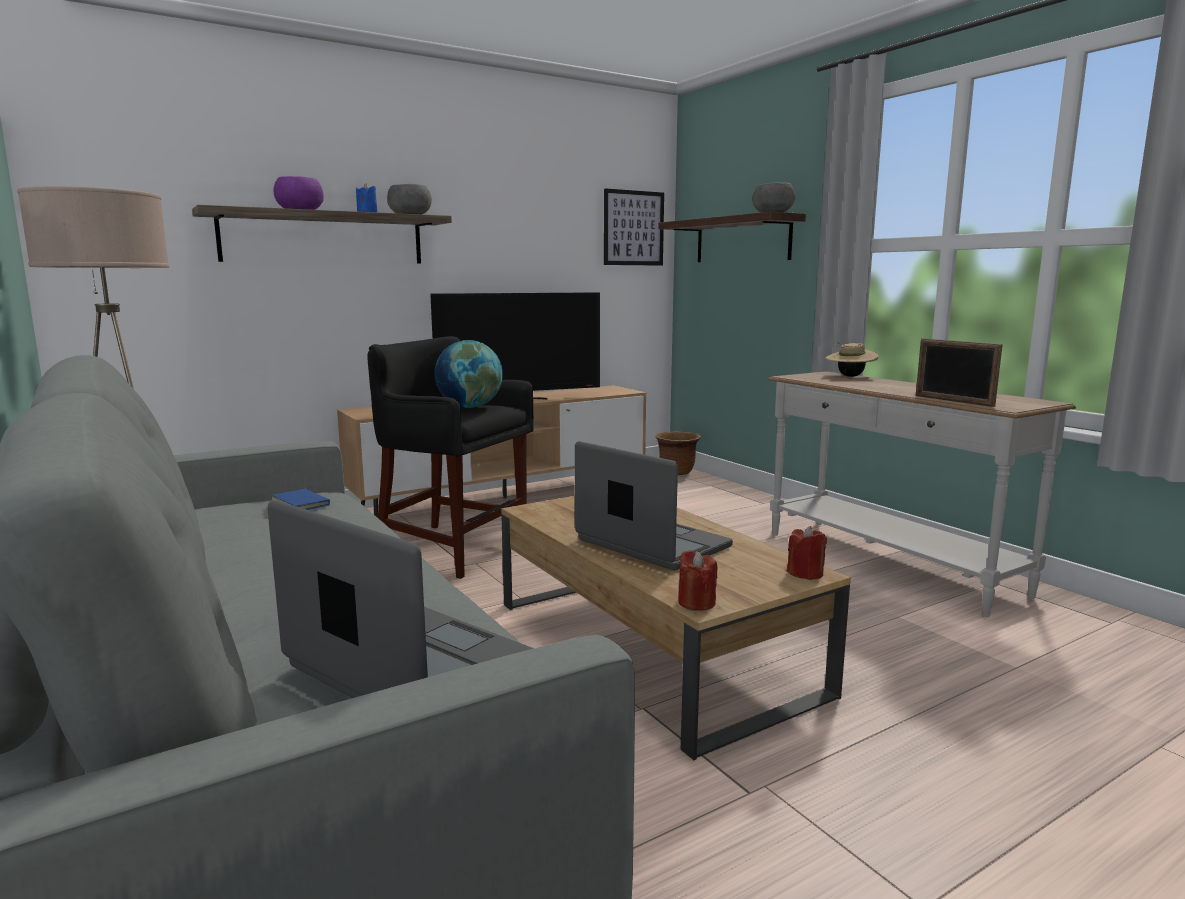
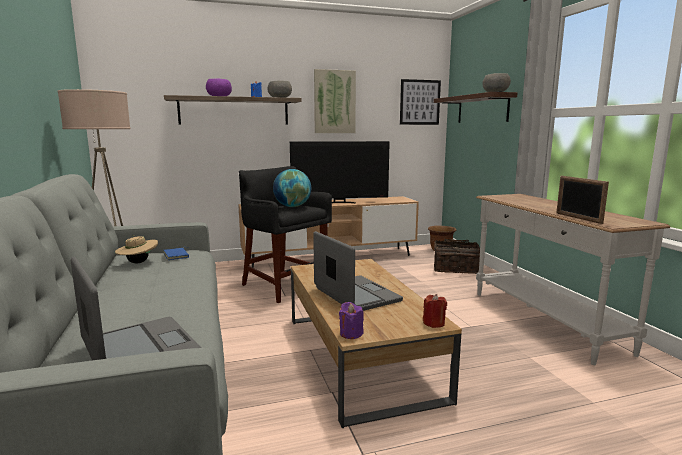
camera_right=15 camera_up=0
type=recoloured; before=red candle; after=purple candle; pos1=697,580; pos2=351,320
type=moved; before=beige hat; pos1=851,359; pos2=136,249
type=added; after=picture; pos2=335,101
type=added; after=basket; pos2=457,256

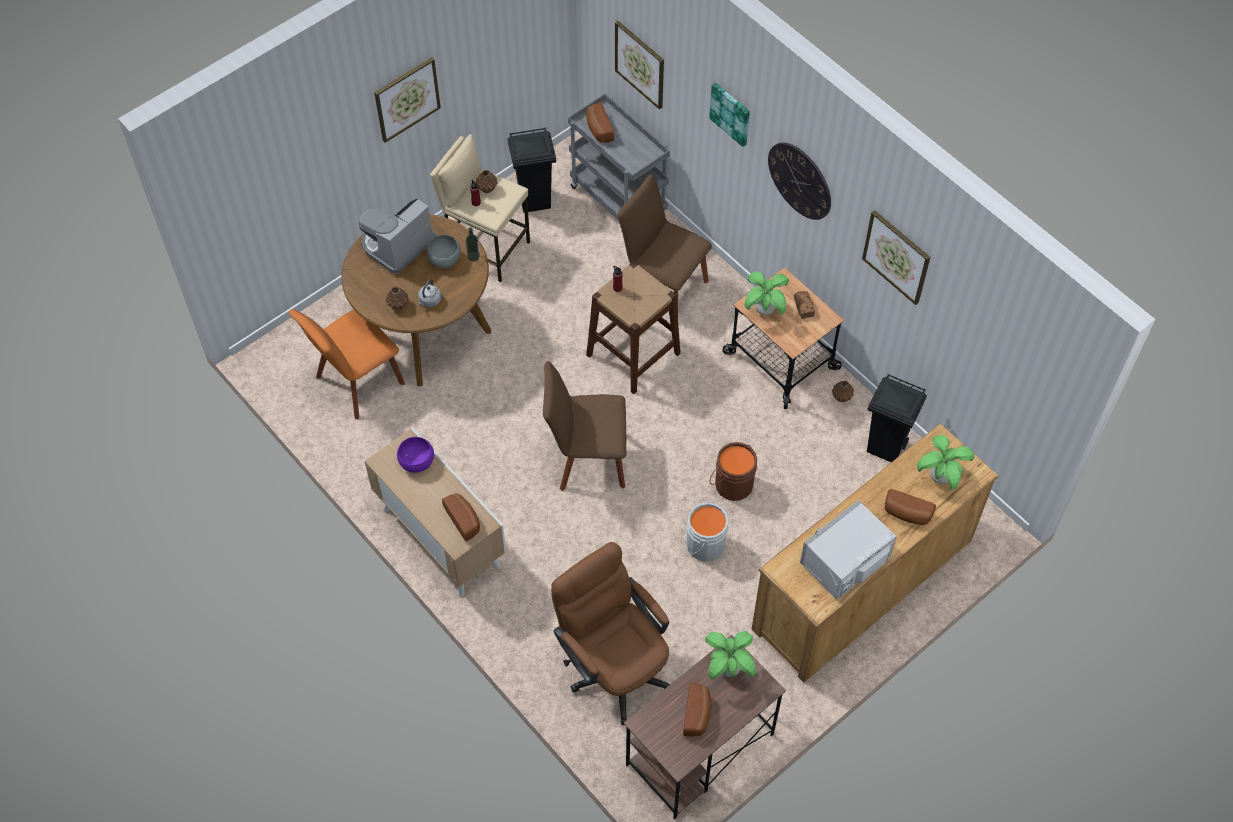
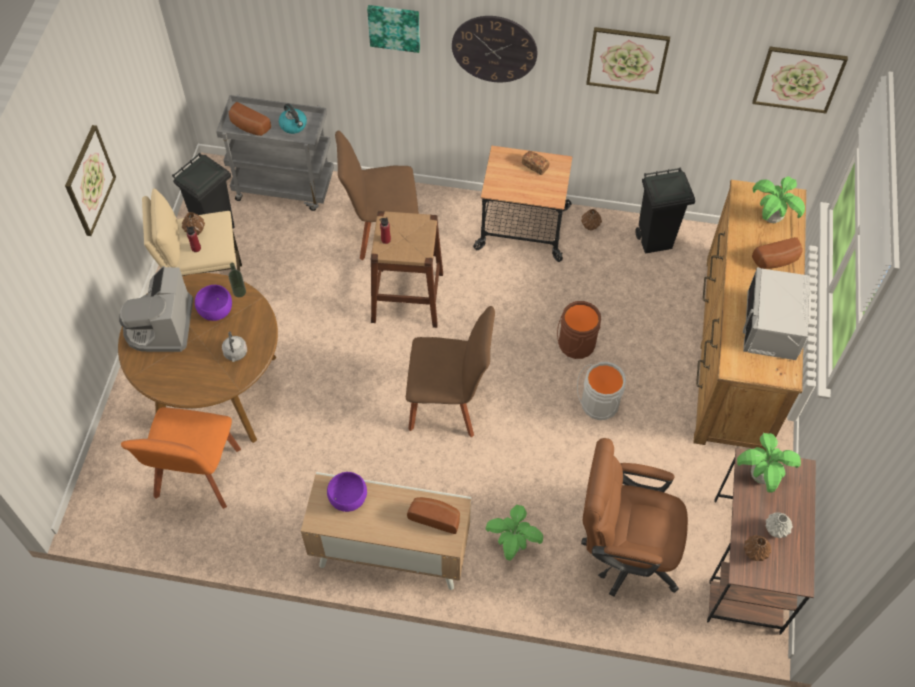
camera_right=-40 camera_up=0
type=moved; before=brown vase; pos1=397,298; pos2=757,548
type=recoloured; before=grey bowl; after=purple bowl; pos1=444,251; pos2=213,303
type=turned; before=brown chair; pos1=585,426; pos2=450,372; turn=-135
type=moved; before=picture; pos1=639,65; pos2=800,80
type=replaced; before=bread; after=grey vase; pos1=697,710; pos2=779,525
type=moved; before=potted plant; pos1=767,293; pos2=514,533
type=added; after=kettle; pos2=293,119

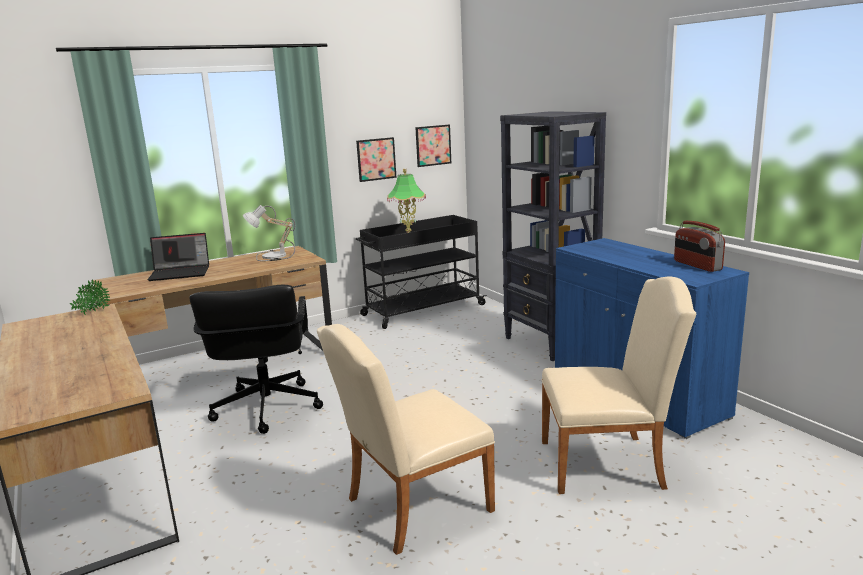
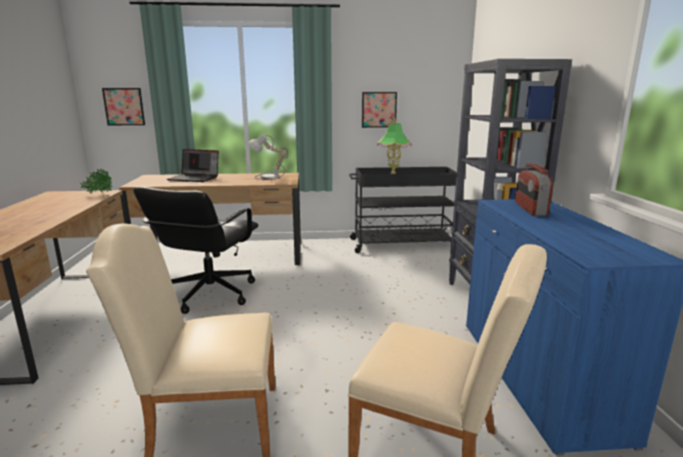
camera_right=25 camera_up=0
type=moved; before=picture; pos1=433,146; pos2=123,106
type=moved; before=radio; pos1=699,246; pos2=534,190

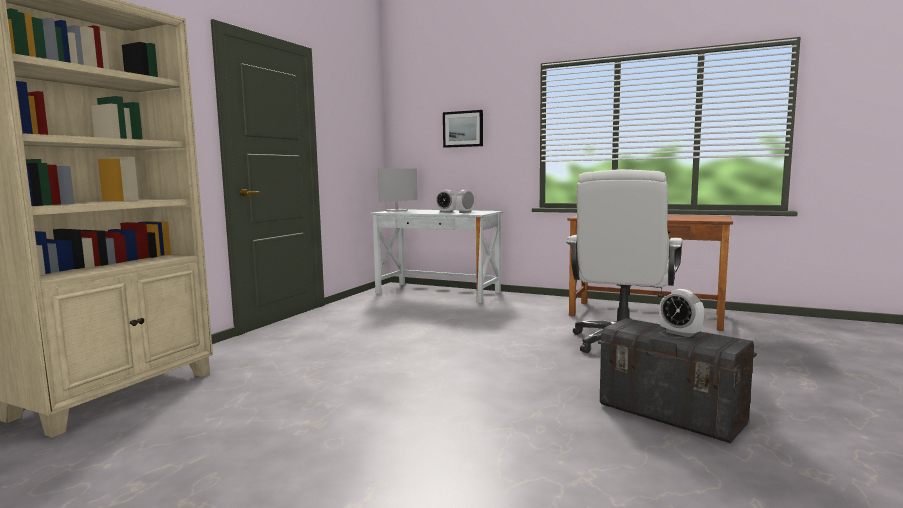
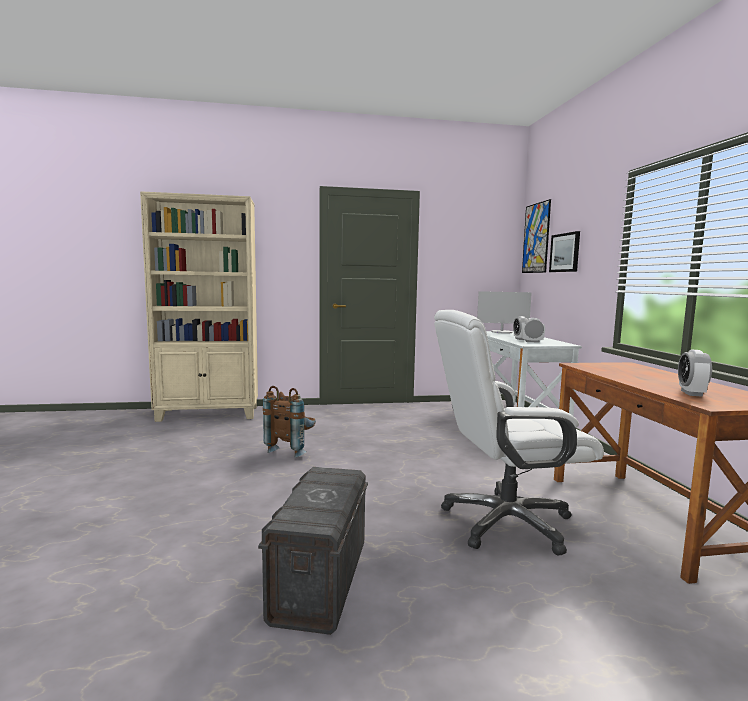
camera_right=55 camera_up=0
type=moved; before=alarm clock; pos1=681,313; pos2=695,373
type=added; after=brown backpack; pos2=289,422
type=added; after=picture; pos2=536,236

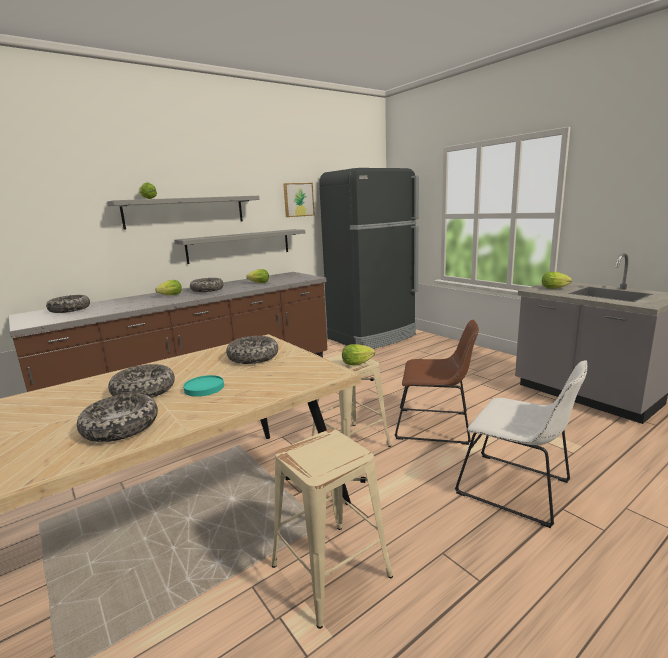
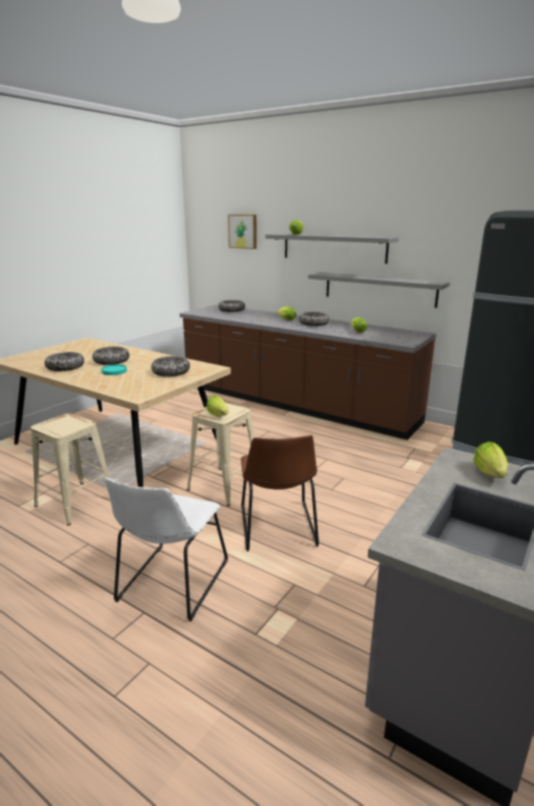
camera_right=70 camera_up=5
type=moved; before=picture; pos1=299,200; pos2=242,231

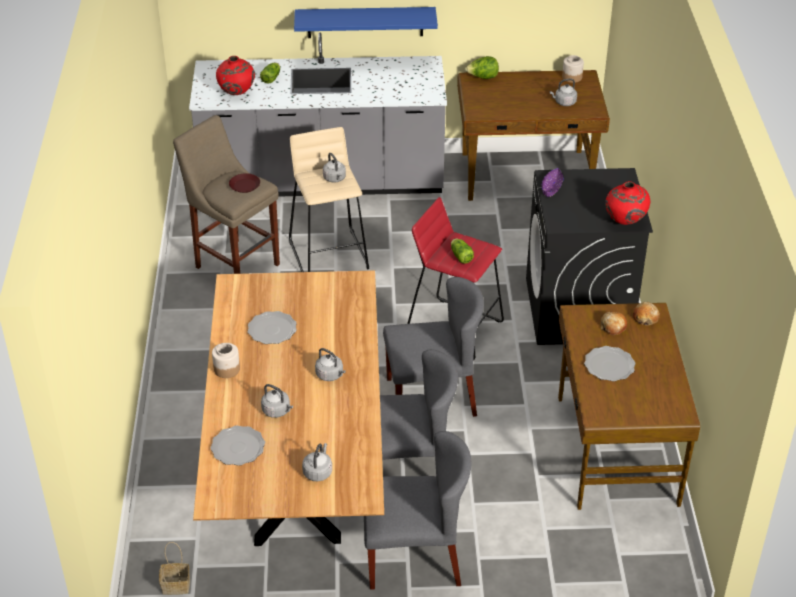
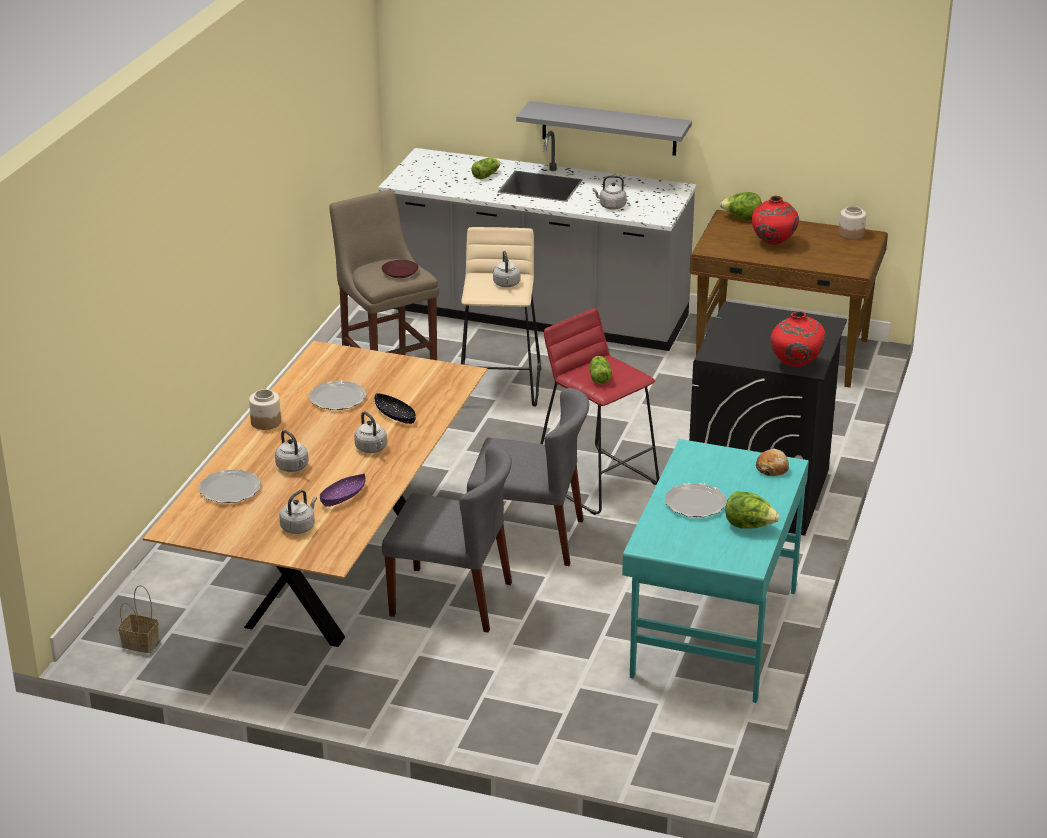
camera_right=20 camera_up=-10
type=moved; before=red vase; pos1=235,75; pos2=775,220
type=recoloured; before=blue shelf; after=grey shelf; pos1=366,22; pos2=604,128
type=removed; before=grey chair; pos1=417,510
type=moved; before=purple bowl; pos1=552,182; pos2=343,490
type=moved; before=grey kettle; pos1=563,92; pos2=609,192
type=recoloured; before=brown desk; after=turquoise desk; pos1=629,406; pos2=715,571
type=removed; before=bread; pos1=614,323
type=added; after=black bowl; pos2=395,408
type=added; after=lettuce; pos2=752,510

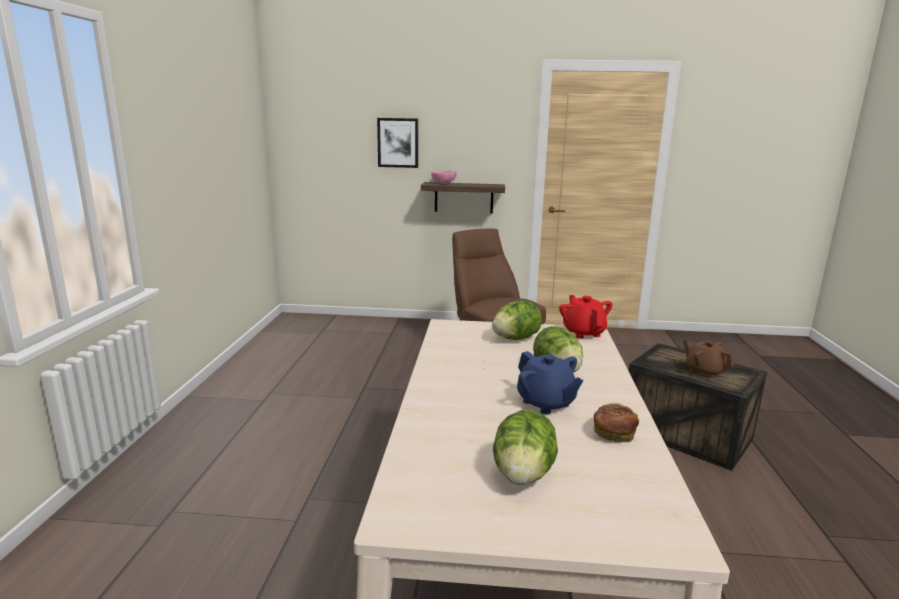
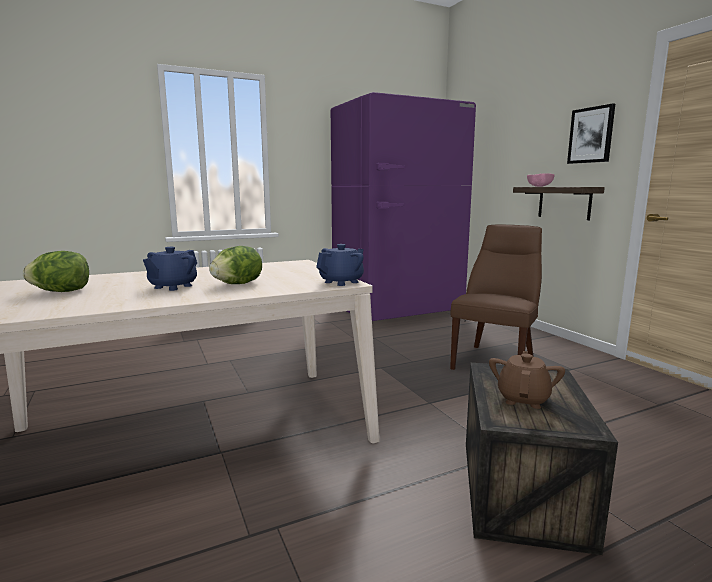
camera_right=60 camera_up=-5
type=moved; before=picture; pos1=397,143; pos2=591,133
type=removed; before=lettuce; pos1=517,320
type=recoloured; before=red teapot; after=blue teapot; pos1=585,317; pos2=340,265
type=removed; before=bread; pos1=616,422
type=added; after=purple fridge; pos2=403,206

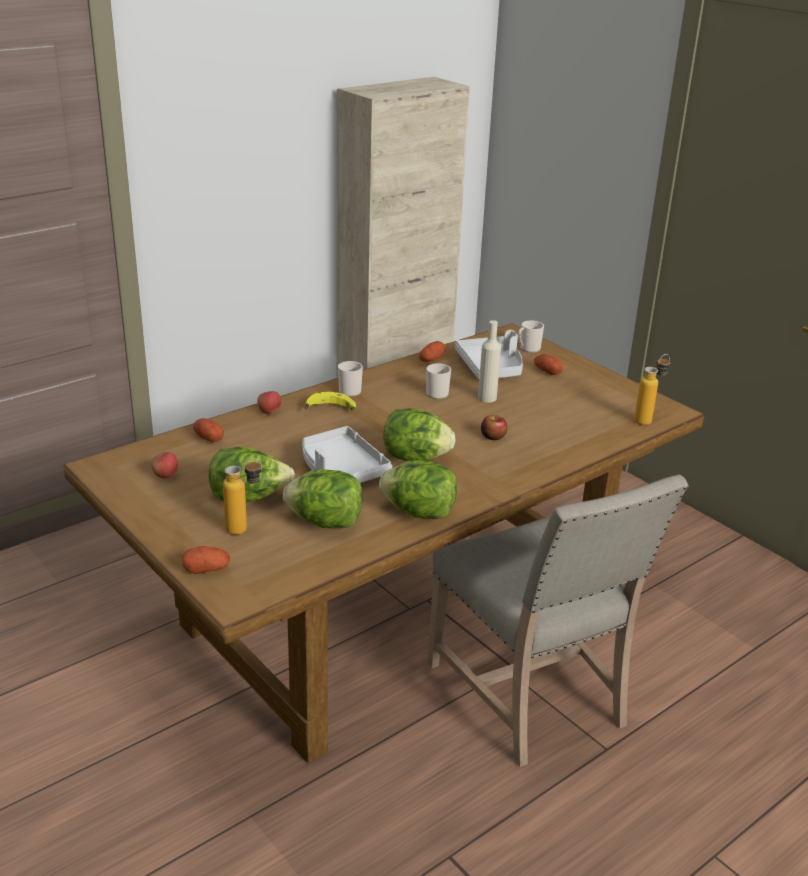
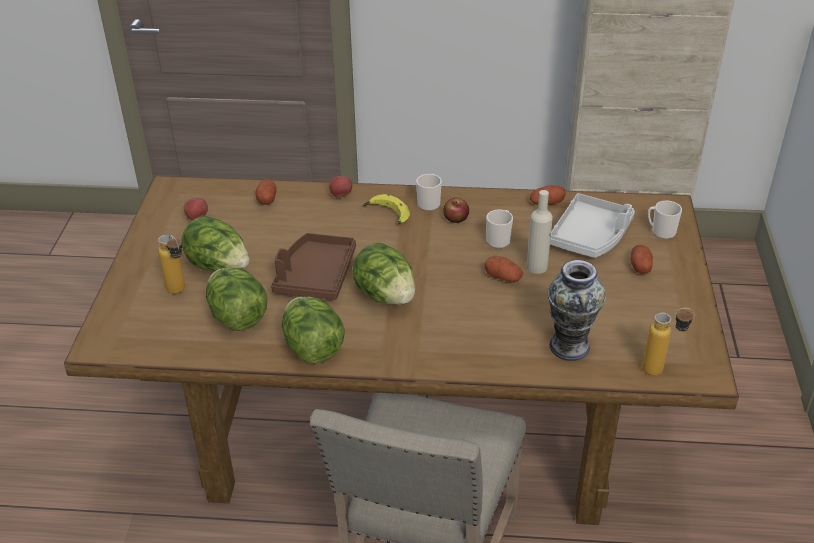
camera_right=45 camera_up=10
type=moved; before=potato; pos1=206,560; pos2=503,269
type=recoloured; before=grey tray; after=brown tray; pos1=347,454; pos2=313,266
type=moved; before=apple; pos1=494,427; pos2=456,210
type=added; after=vase; pos2=577,310

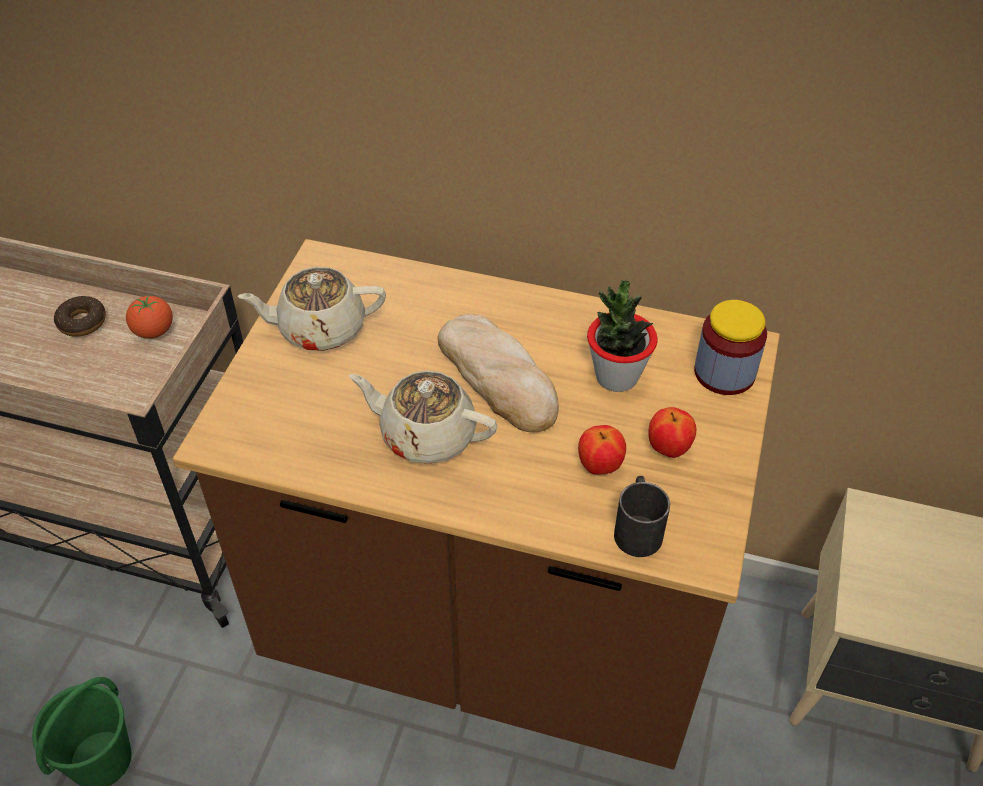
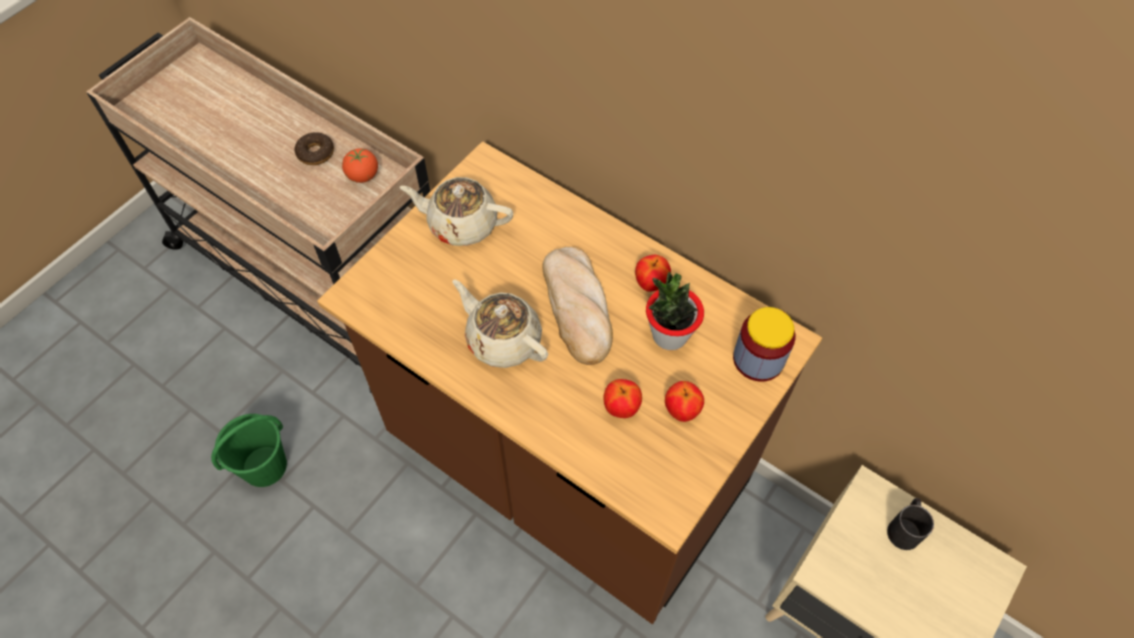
camera_right=20 camera_up=10
type=moved; before=black mug; pos1=642,516; pos2=910,524
type=added; after=apple; pos2=653,273

